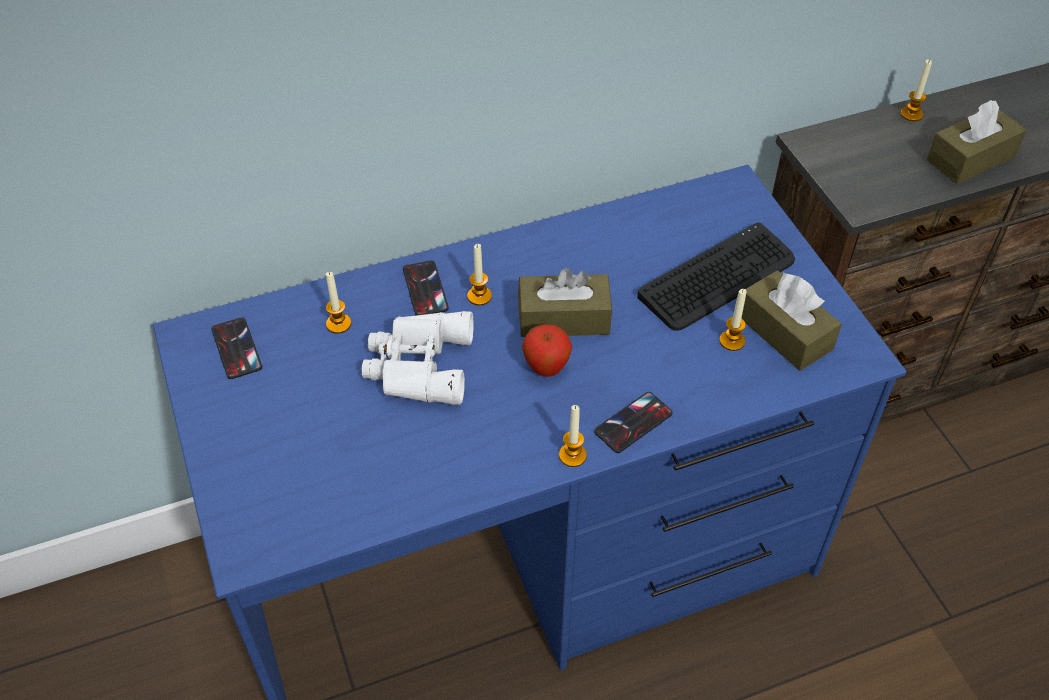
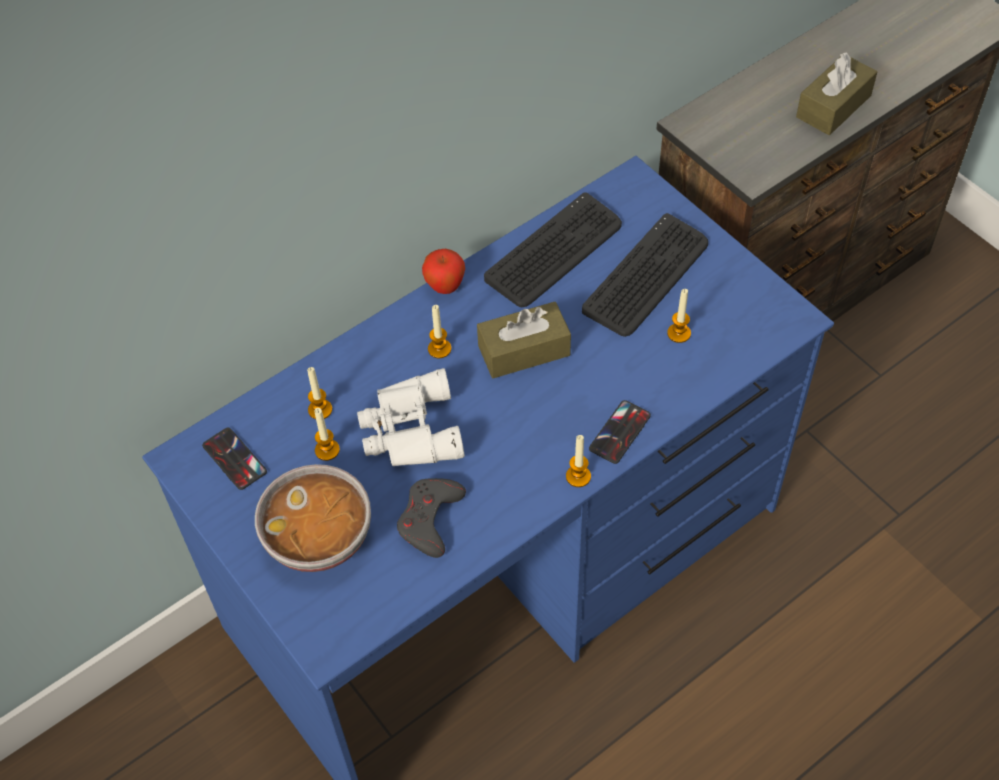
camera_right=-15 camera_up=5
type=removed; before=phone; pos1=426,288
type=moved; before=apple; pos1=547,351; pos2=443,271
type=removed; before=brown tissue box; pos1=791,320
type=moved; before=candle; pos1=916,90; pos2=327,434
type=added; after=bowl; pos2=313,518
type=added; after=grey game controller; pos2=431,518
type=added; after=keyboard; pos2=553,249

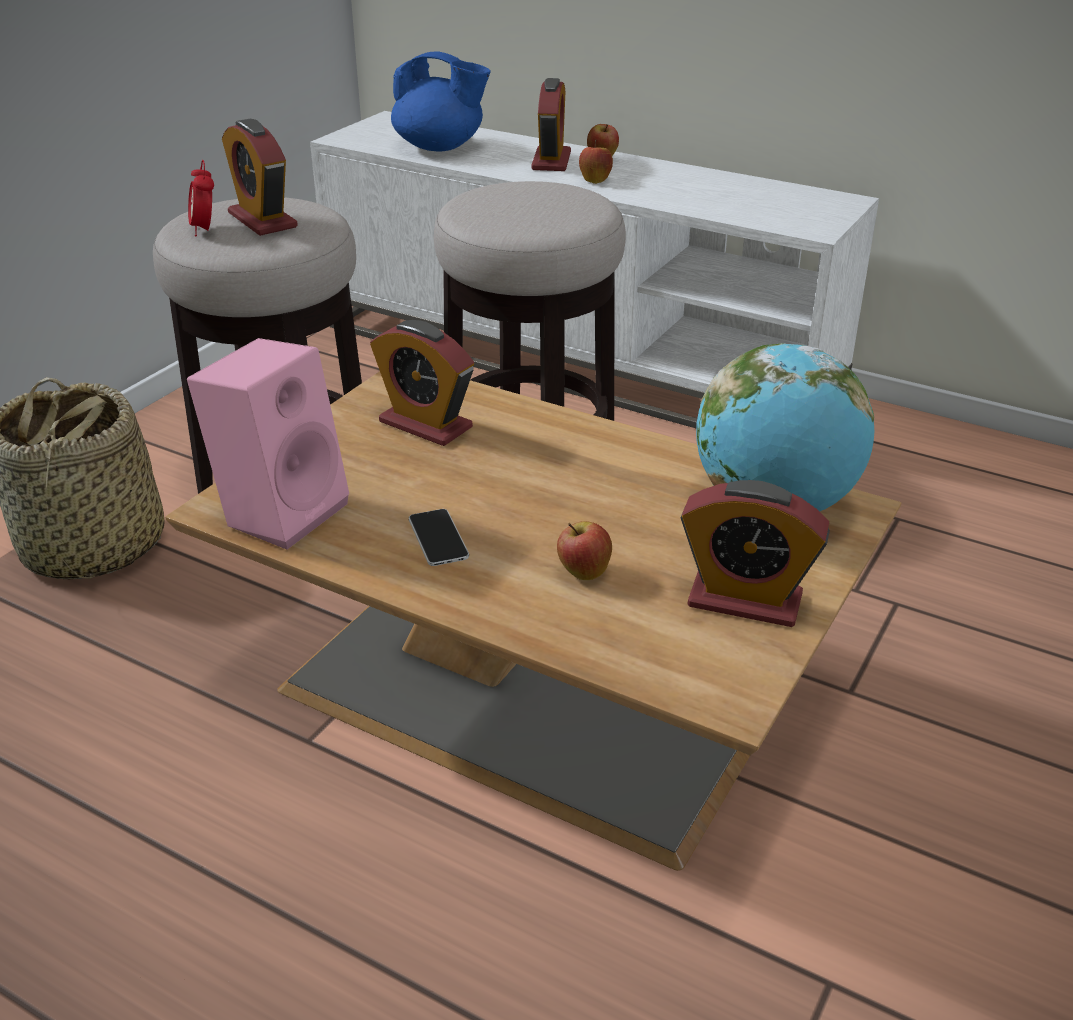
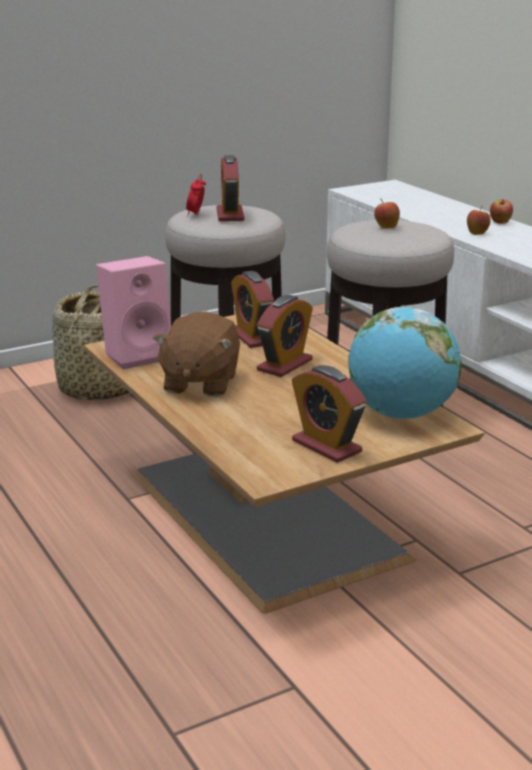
camera_right=30 camera_up=-10
type=removed; before=blue teapot; pos1=441,102
type=replaced; before=phone; after=brown plush toy; pos1=439,537; pos2=196,354
type=moved; before=alarm clock; pos1=551,124; pos2=285,336
type=moved; before=apple; pos1=584,550; pos2=387,214

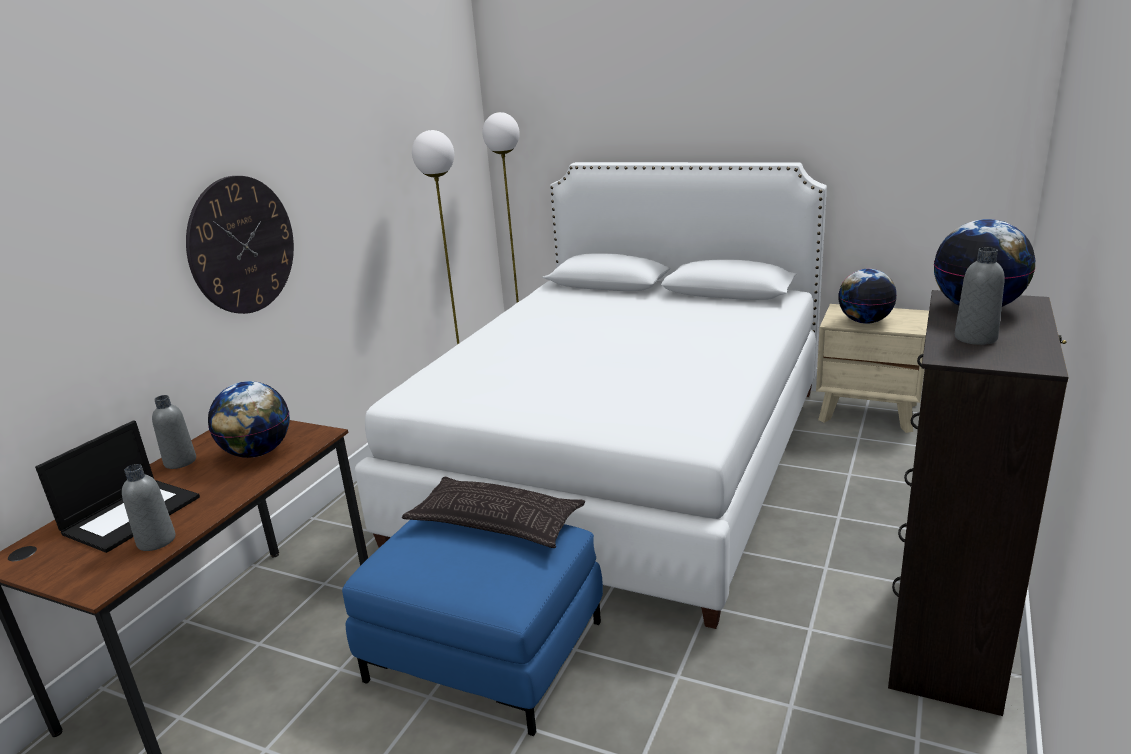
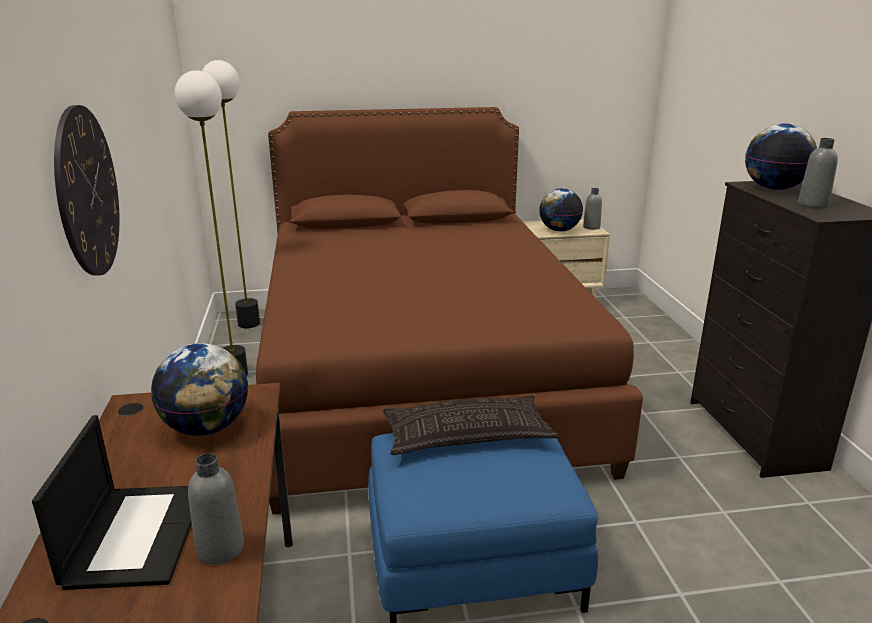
camera_right=-35 camera_up=0
type=moved; before=grey bottle; pos1=174,432; pos2=592,209
type=recoloured; before=white bed; after=brown bed; pos1=591,395; pos2=449,311

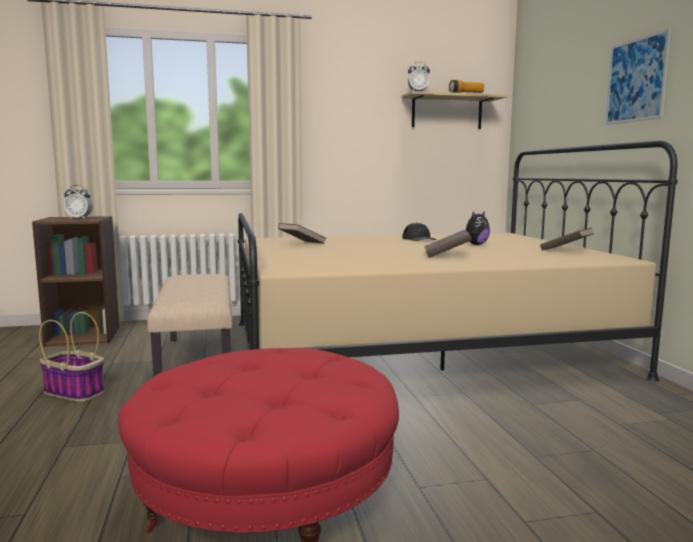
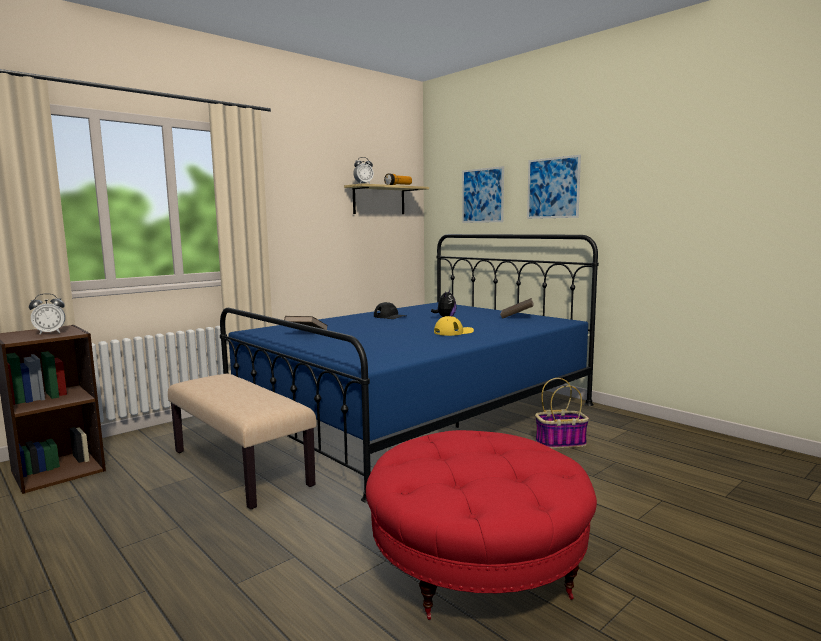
camera_right=-30 camera_up=0
type=moved; before=basket; pos1=71,357; pos2=562,413
type=recoloured; before=beige bed; after=blue bed; pos1=458,261; pos2=409,368
type=replaced; before=brown book; after=yellow cap; pos1=448,244; pos2=454,326
type=added; after=picture; pos2=483,194

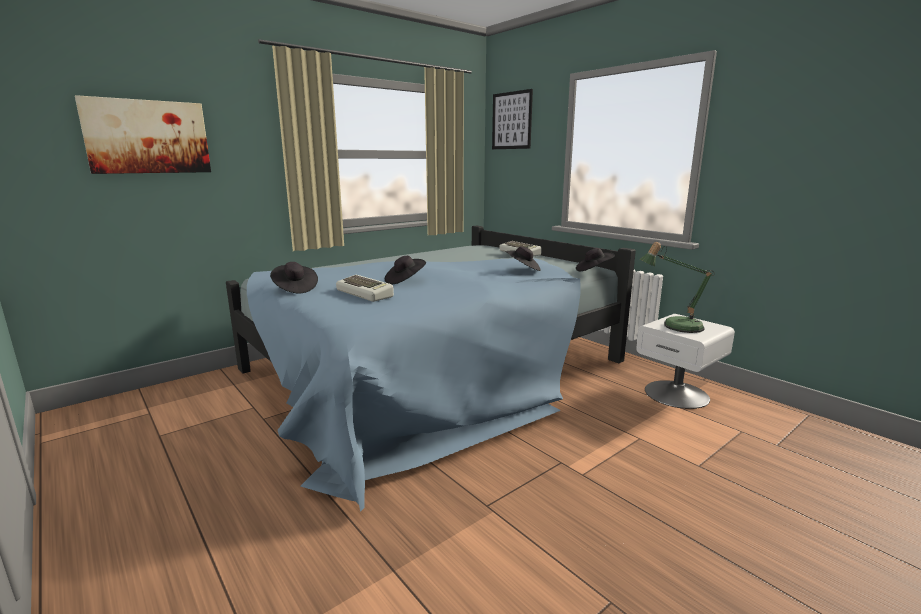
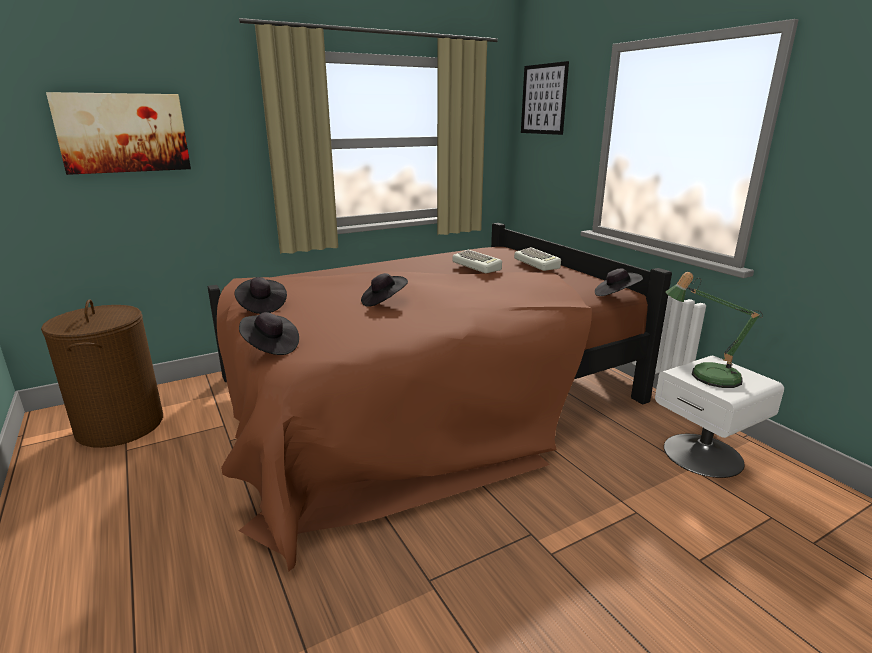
camera_right=10 camera_up=5
type=recoloured; before=blue bed; after=brown bed; pos1=431,369; pos2=440,397
type=moved; before=keyboard; pos1=365,288; pos2=477,261
type=moved; before=black hat; pos1=523,258; pos2=269,333
type=added; after=brown laundry basket; pos2=102,373

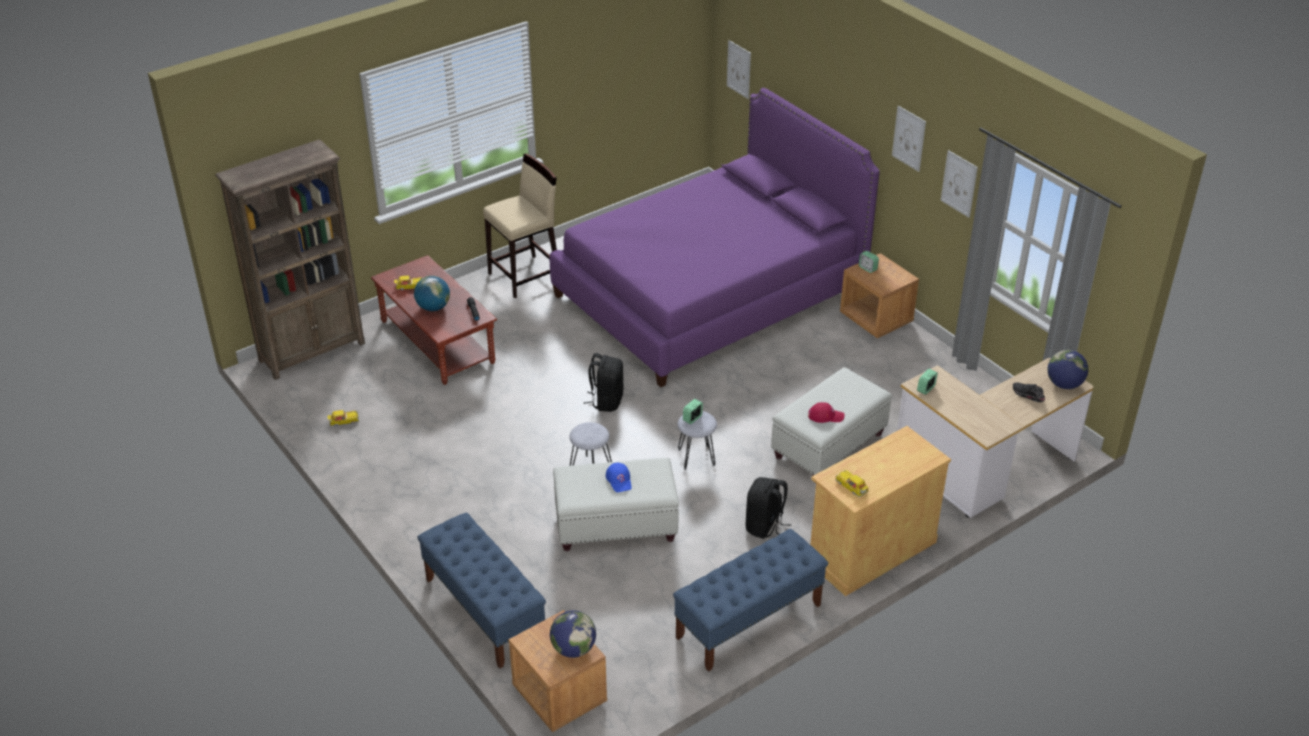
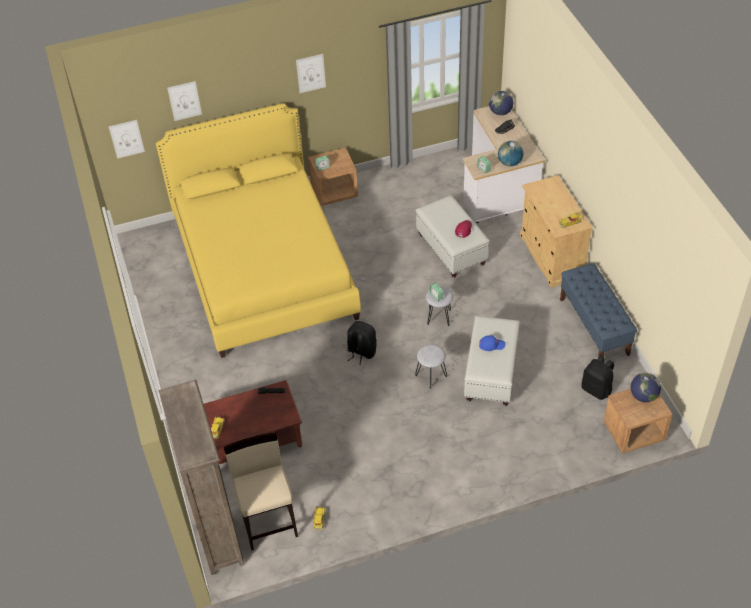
camera_right=-70 camera_up=10
type=moved; before=globe; pos1=432,293; pos2=510,153
type=removed; before=blue bench; pos1=481,590
type=moved; before=beige stool; pos1=520,225; pos2=260,492
type=recoloured; before=purple bed; after=yellow bed; pos1=715,237; pos2=258,230
type=moved; before=black backpack; pos1=768,508; pos2=597,377
type=moved; before=picture; pos1=959,184; pos2=184,101

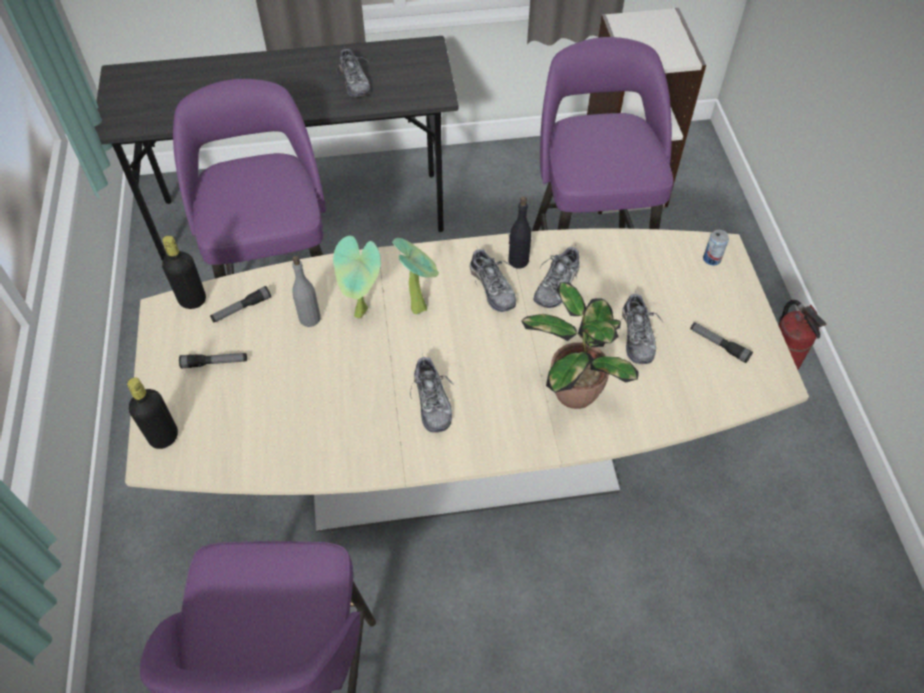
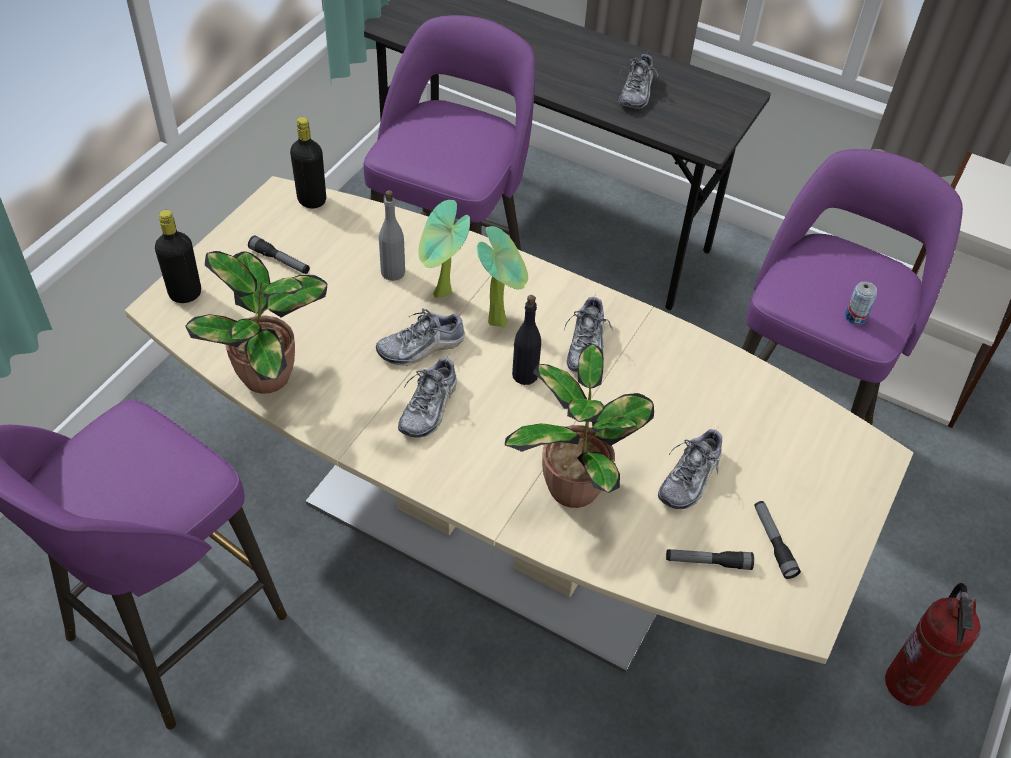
camera_right=35 camera_up=-5
type=moved; before=flashlight; pos1=240,304; pos2=710,559
type=moved; before=black bottle; pos1=519,232; pos2=526,340
type=moved; before=shoe; pos1=556,277; pos2=420,337
type=moved; before=can; pos1=716,248; pos2=861,303
type=added; after=potted plant; pos2=256,322

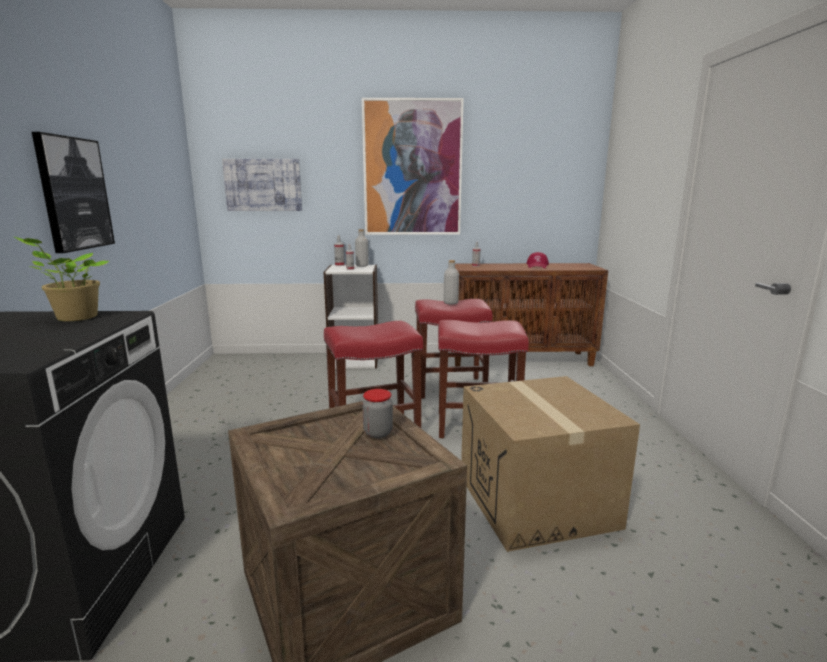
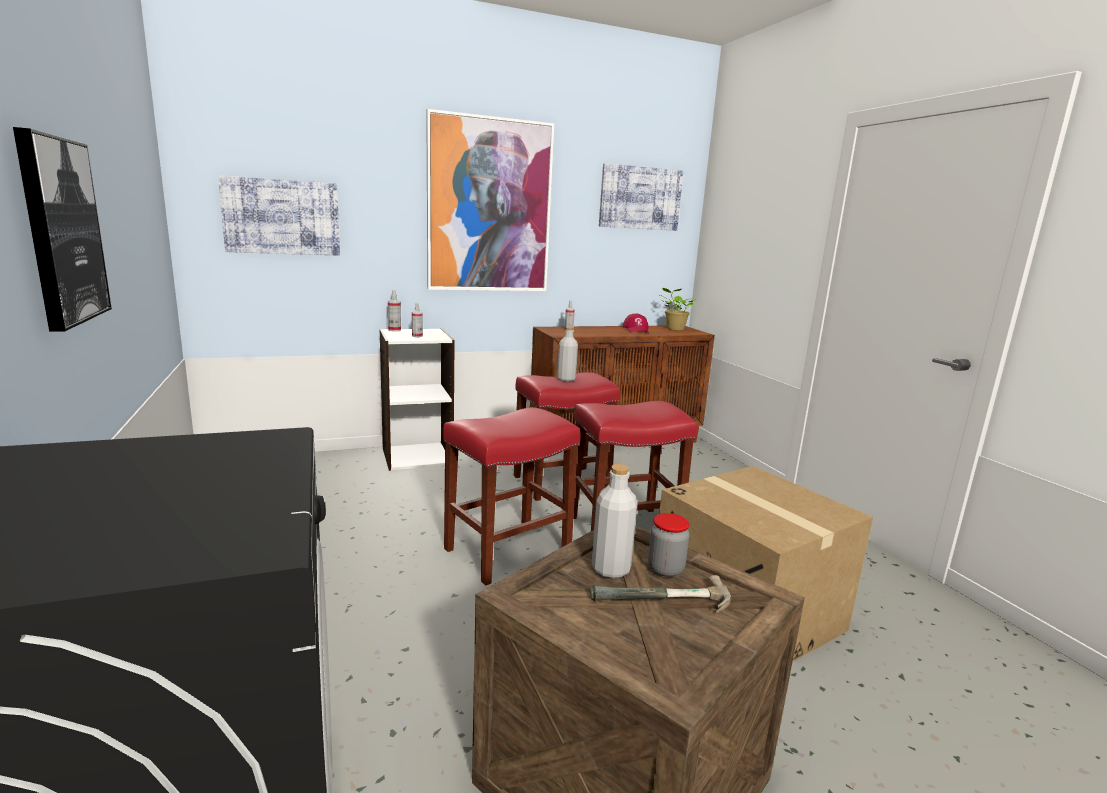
camera_right=-20 camera_up=0
type=moved; before=potted plant; pos1=61,279; pos2=678,309
type=moved; before=grey bottle; pos1=362,248; pos2=614,521
type=added; after=hammer; pos2=660,594
type=added; after=picture; pos2=641,197

